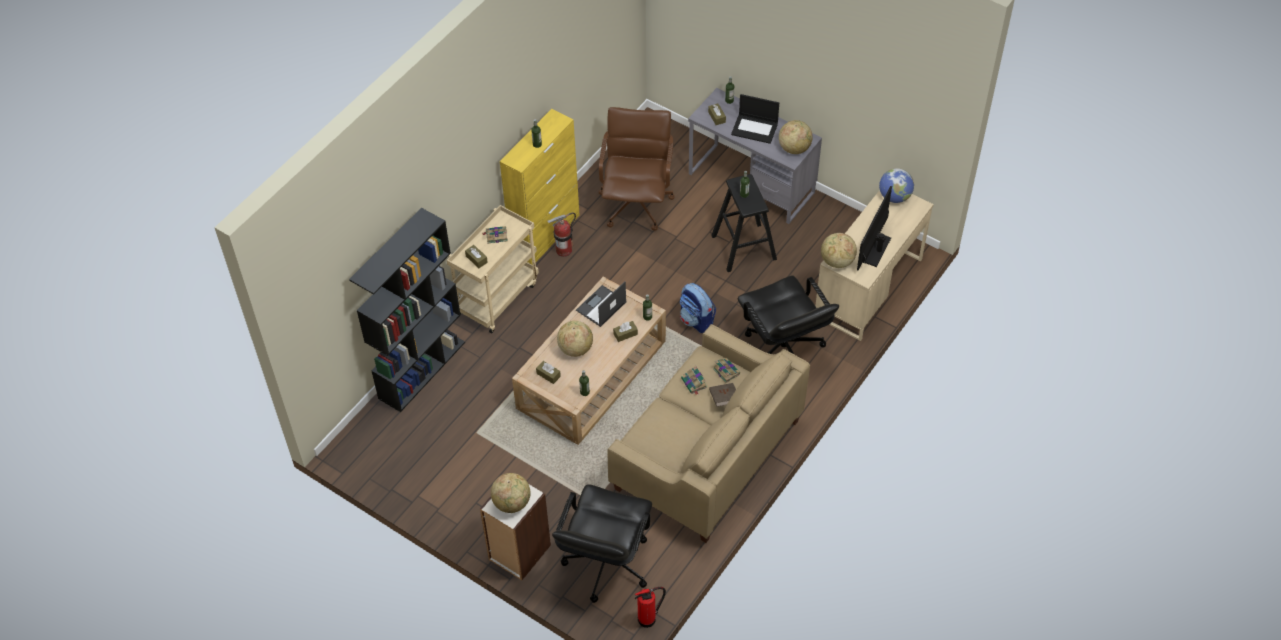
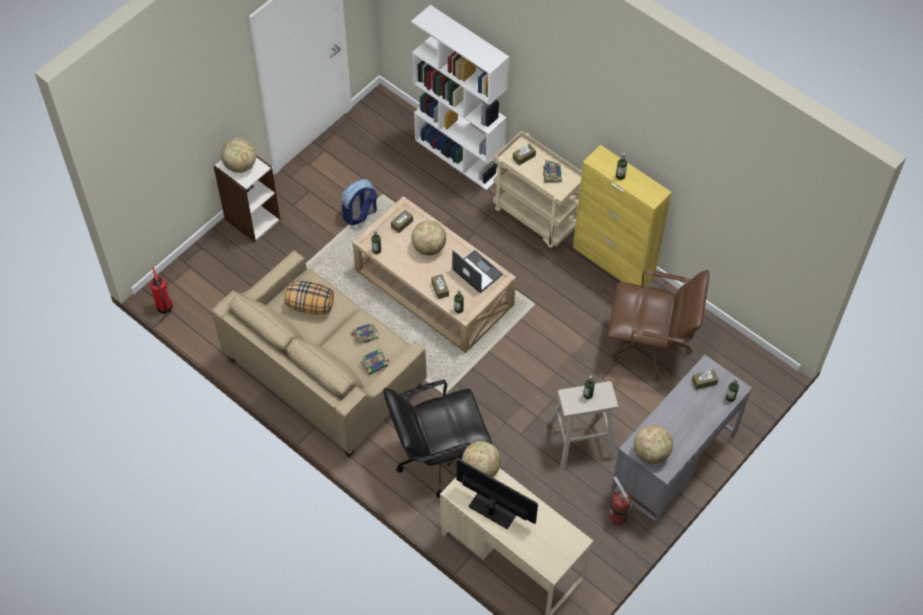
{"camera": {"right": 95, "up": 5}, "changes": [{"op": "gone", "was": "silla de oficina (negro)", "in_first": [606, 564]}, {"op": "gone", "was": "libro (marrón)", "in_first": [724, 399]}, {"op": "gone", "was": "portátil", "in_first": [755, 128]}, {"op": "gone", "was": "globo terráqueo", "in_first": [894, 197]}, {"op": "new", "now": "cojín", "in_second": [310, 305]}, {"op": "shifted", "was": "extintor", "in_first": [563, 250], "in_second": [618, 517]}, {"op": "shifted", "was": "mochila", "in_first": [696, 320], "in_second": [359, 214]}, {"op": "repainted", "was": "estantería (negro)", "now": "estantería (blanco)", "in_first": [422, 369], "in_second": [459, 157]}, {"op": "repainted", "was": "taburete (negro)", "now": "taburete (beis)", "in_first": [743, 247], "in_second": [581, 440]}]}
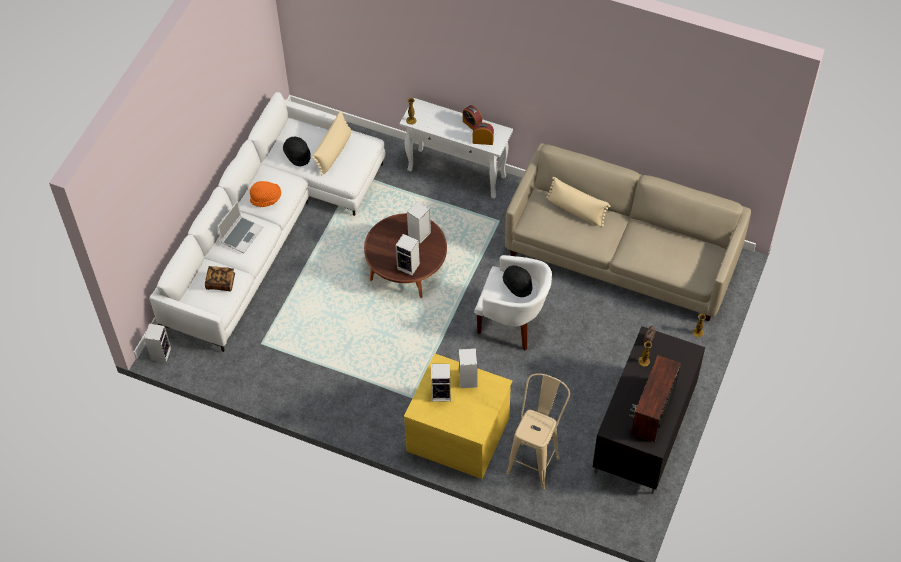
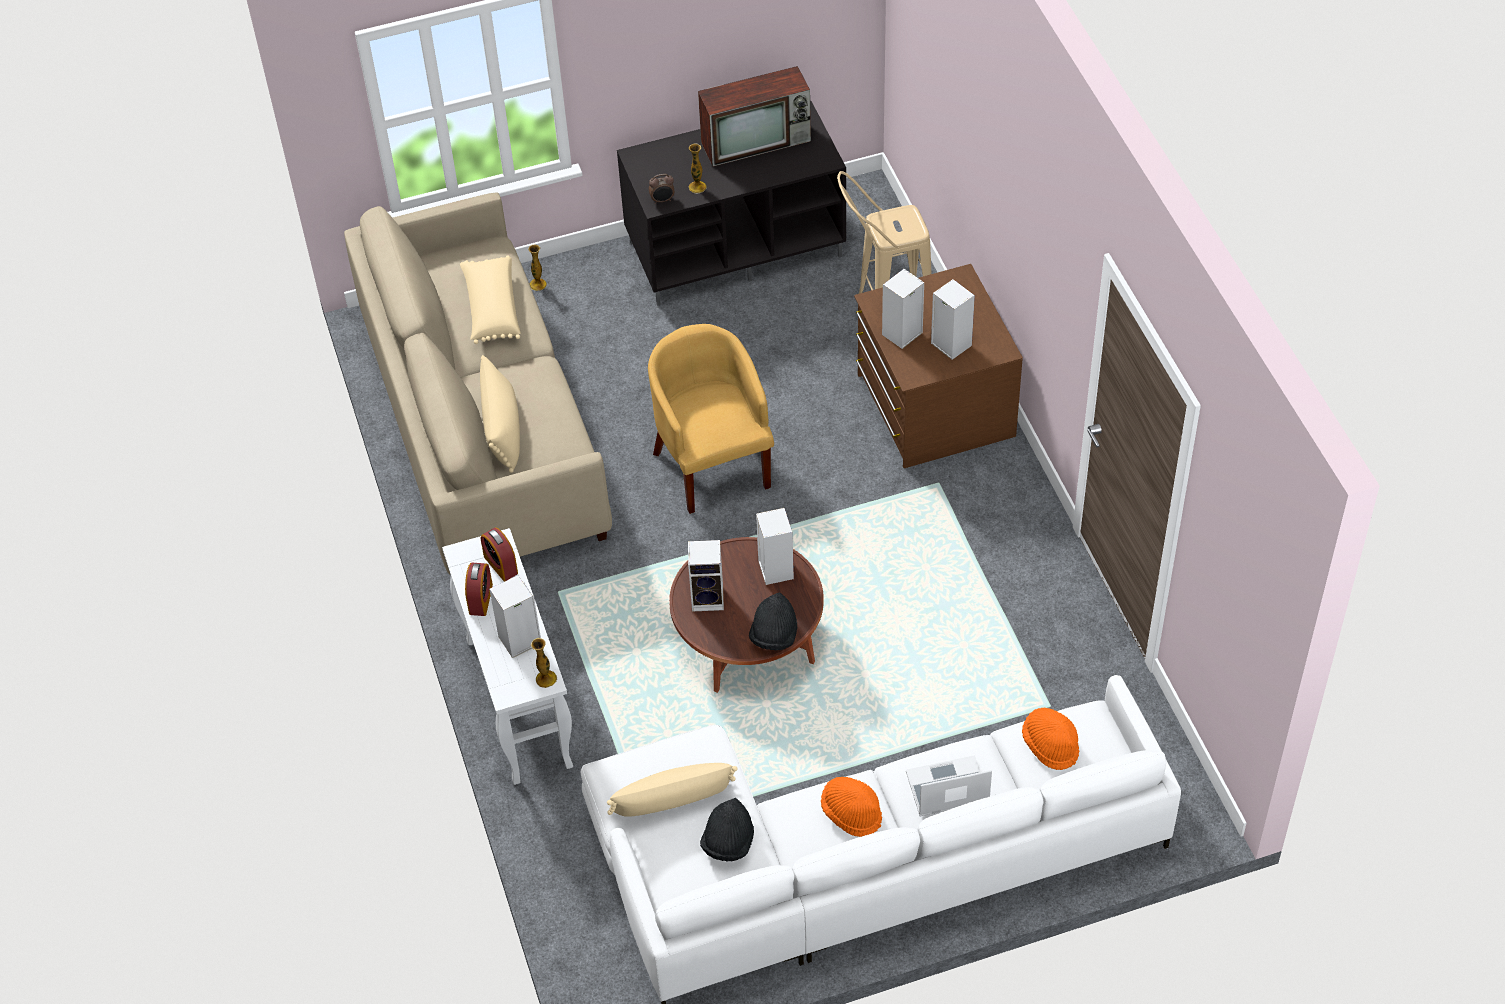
{"camera": {"right": -130, "up": -5}, "changes": [{"op": "new", "now": "cojín (beis)", "in_second": [491, 309]}, {"op": "shifted", "was": "altavoz", "in_first": [161, 353], "in_second": [519, 641]}, {"op": "shifted", "was": "sombrero (negro)", "in_first": [517, 284], "in_second": [774, 635]}, {"op": "swapped", "was": "libro", "now": "sombrero (naranja)", "in_first": [220, 282], "in_second": [1050, 745]}, {"op": "repainted", "was": "cómoda (amarillo)", "now": "cómoda (marrón)", "in_first": [459, 433], "in_second": [933, 406]}, {"op": "repainted", "was": "sillón (blanco)", "now": "sillón (amarillo)", "in_first": [513, 321], "in_second": [712, 464]}]}
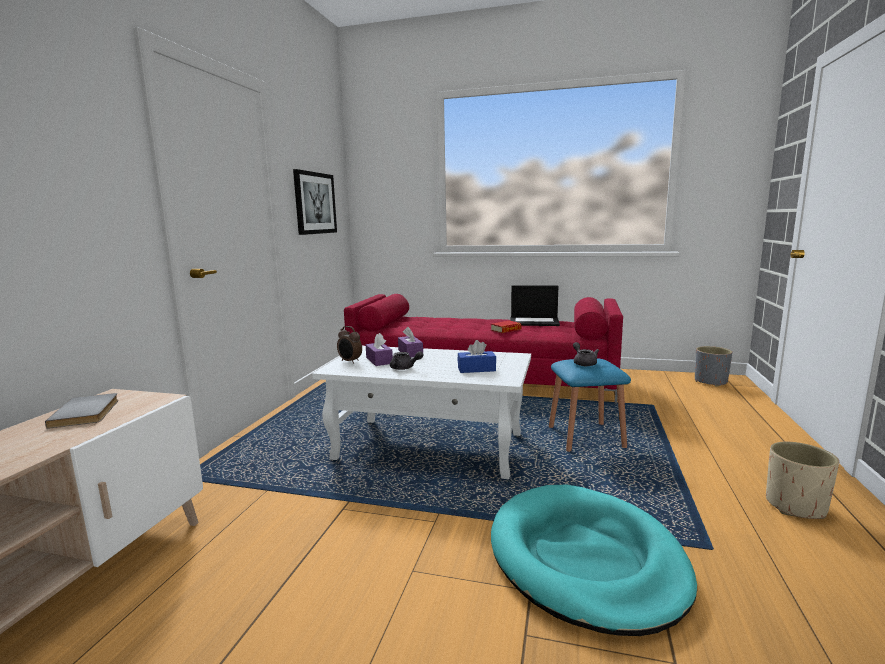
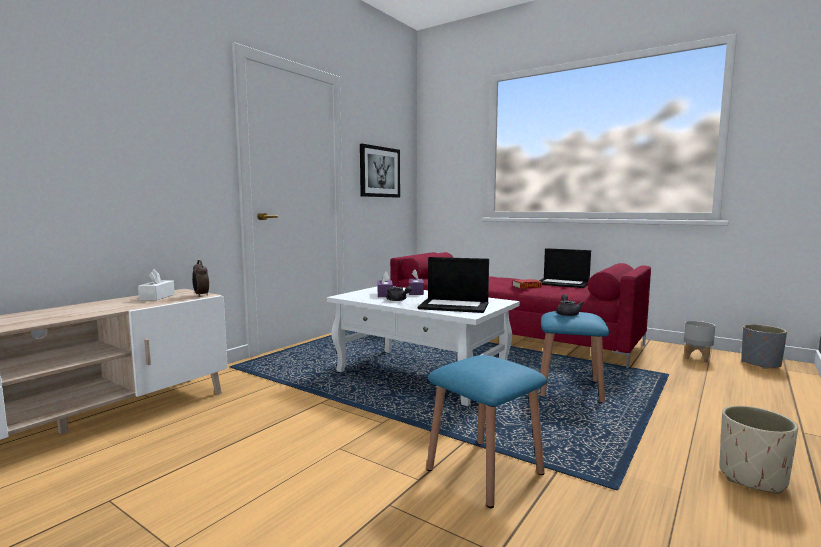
{"camera": {"right": 20, "up": -5}, "changes": [{"op": "new", "now": "maceta (gris)", "in_second": [697, 358]}, {"op": "shifted", "was": "despertador", "in_first": [350, 361], "in_second": [201, 295]}, {"op": "swapped", "was": "libro (gris)", "now": "caja de pañuelos (blanco)", "in_first": [88, 412], "in_second": [157, 297]}, {"op": "swapped", "was": "caja de pañuelos (azul)", "now": "portátil", "in_first": [476, 369], "in_second": [455, 306]}, {"op": "swapped", "was": "cama para perro (turquesa)", "now": "taburete (azul)", "in_first": [585, 560], "in_second": [484, 471]}]}
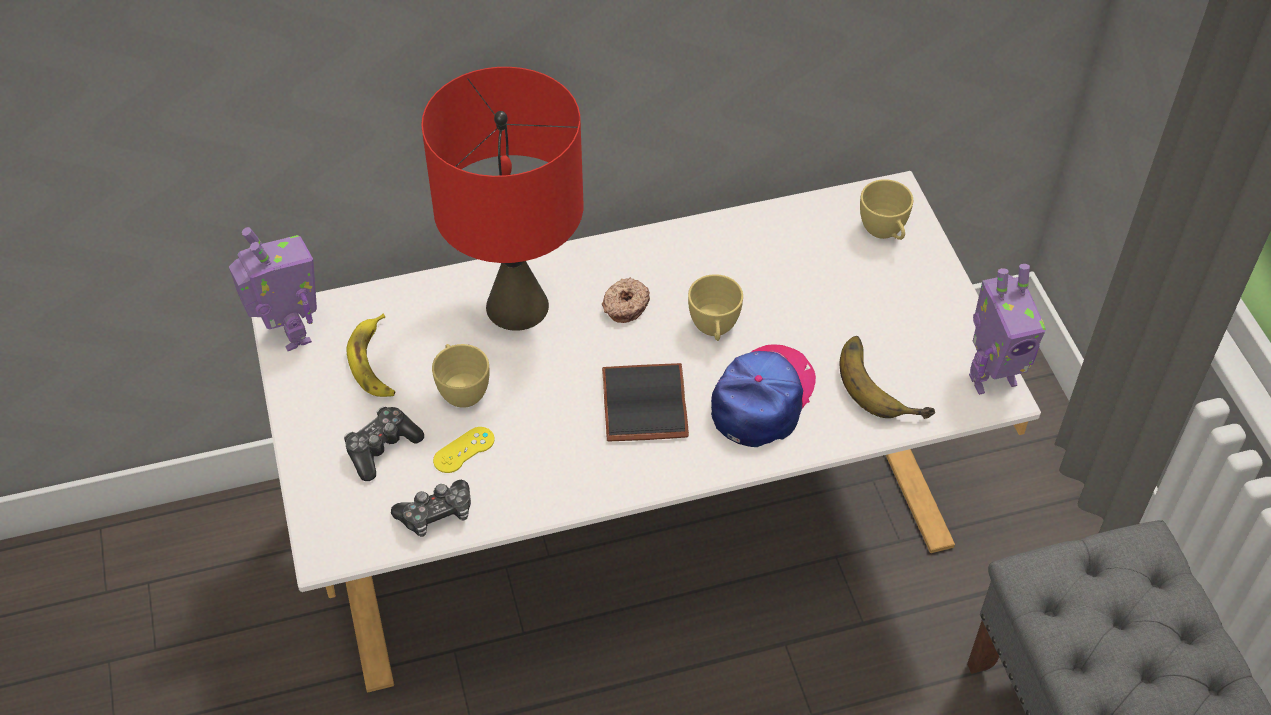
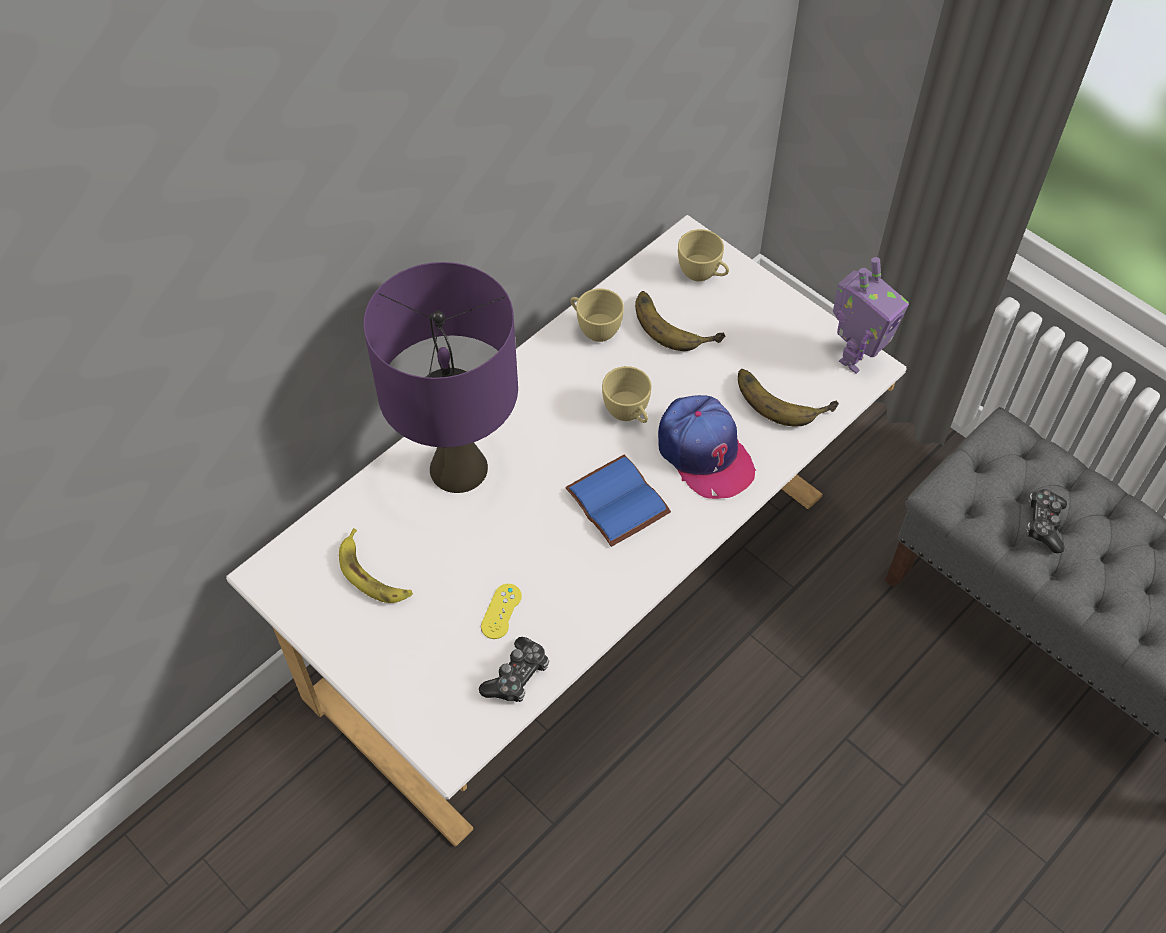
{"camera": {"right": -30, "up": 5}, "changes": [{"op": "gone", "was": "robot de juguete", "in_first": [289, 334]}, {"op": "gone", "was": "rosquilla", "in_first": [625, 305]}, {"op": "new", "now": "plátano", "in_second": [676, 322]}, {"op": "shifted", "was": "mando de consola", "in_first": [381, 448], "in_second": [1044, 524]}, {"op": "shifted", "was": "taza (amarillo)", "in_first": [461, 390], "in_second": [594, 329]}, {"op": "repainted", "was": "lámpara de mesa (rojo)", "now": "lámpara de mesa (morado)", "in_first": [516, 306], "in_second": [457, 468]}, {"op": "repainted", "was": "libro (negro)", "now": "libro (azul)", "in_first": [647, 405], "in_second": [620, 501]}, {"op": "rotated", "was": "gorra", "in_first": [763, 398], "in_second": [704, 453], "clockwise": 150}]}
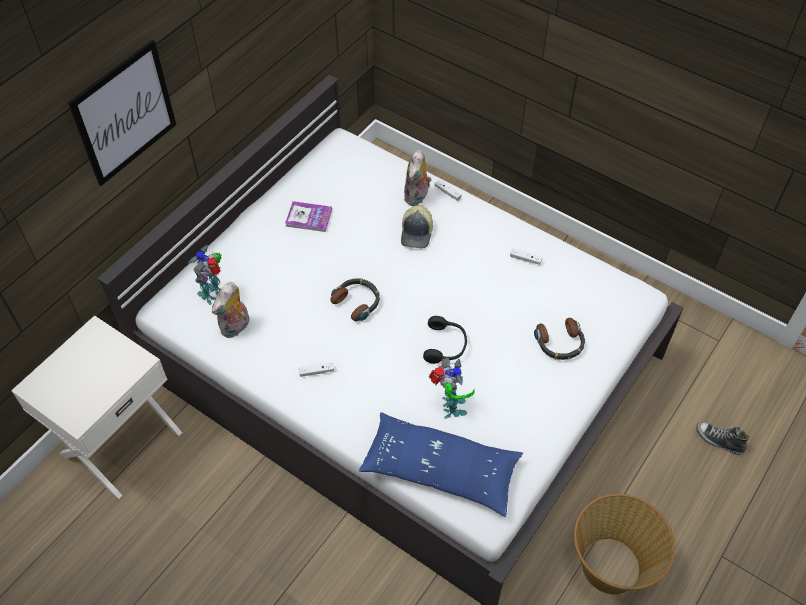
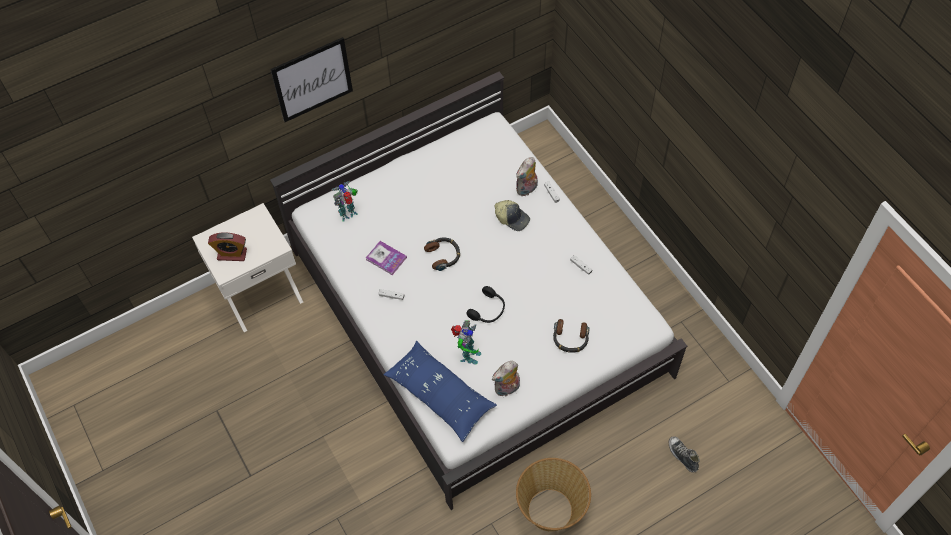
{"camera": {"right": 25, "up": 5}, "changes": [{"op": "new", "now": "despertador", "in_second": [232, 254]}, {"op": "shifted", "was": "peluche", "in_first": [236, 328], "in_second": [507, 389]}, {"op": "shifted", "was": "libro", "in_first": [309, 217], "in_second": [386, 258]}, {"op": "rotated", "was": "gorra", "in_first": [417, 233], "in_second": [512, 218], "clockwise": -90}]}
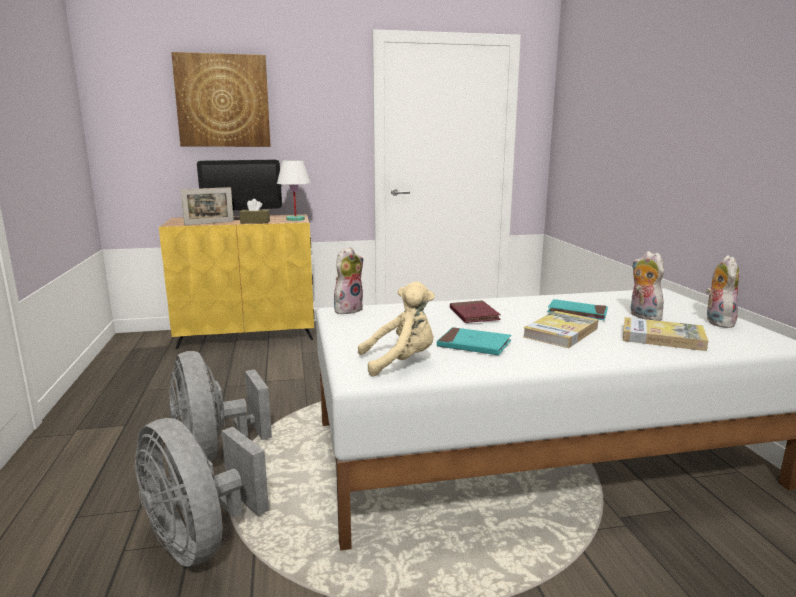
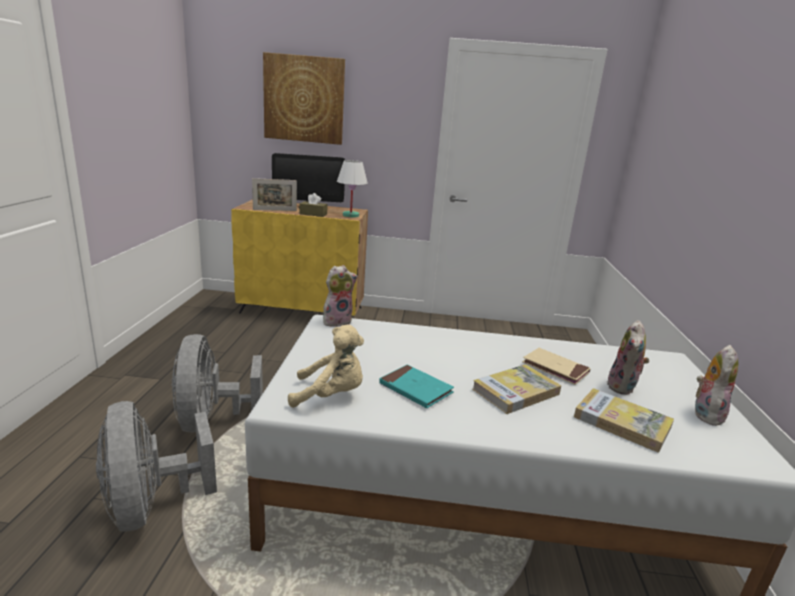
{"camera": {"right": 15, "up": 5}, "changes": [{"op": "gone", "was": "libro (rojo)", "in_first": [474, 315]}, {"op": "repainted", "was": "libro (turquesa)", "now": "libro (beis)", "in_first": [577, 312], "in_second": [555, 368]}, {"op": "rotated", "was": "peluche", "in_first": [642, 316], "in_second": [623, 387], "clockwise": -150}]}
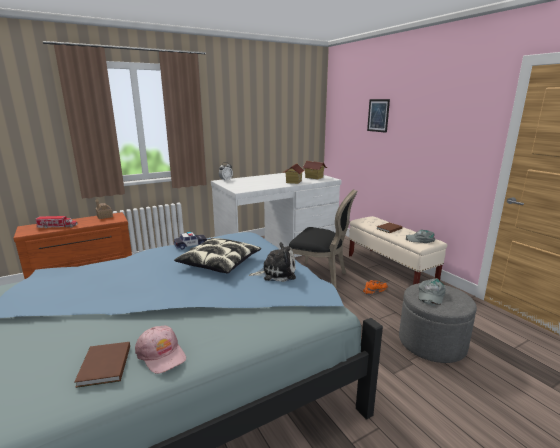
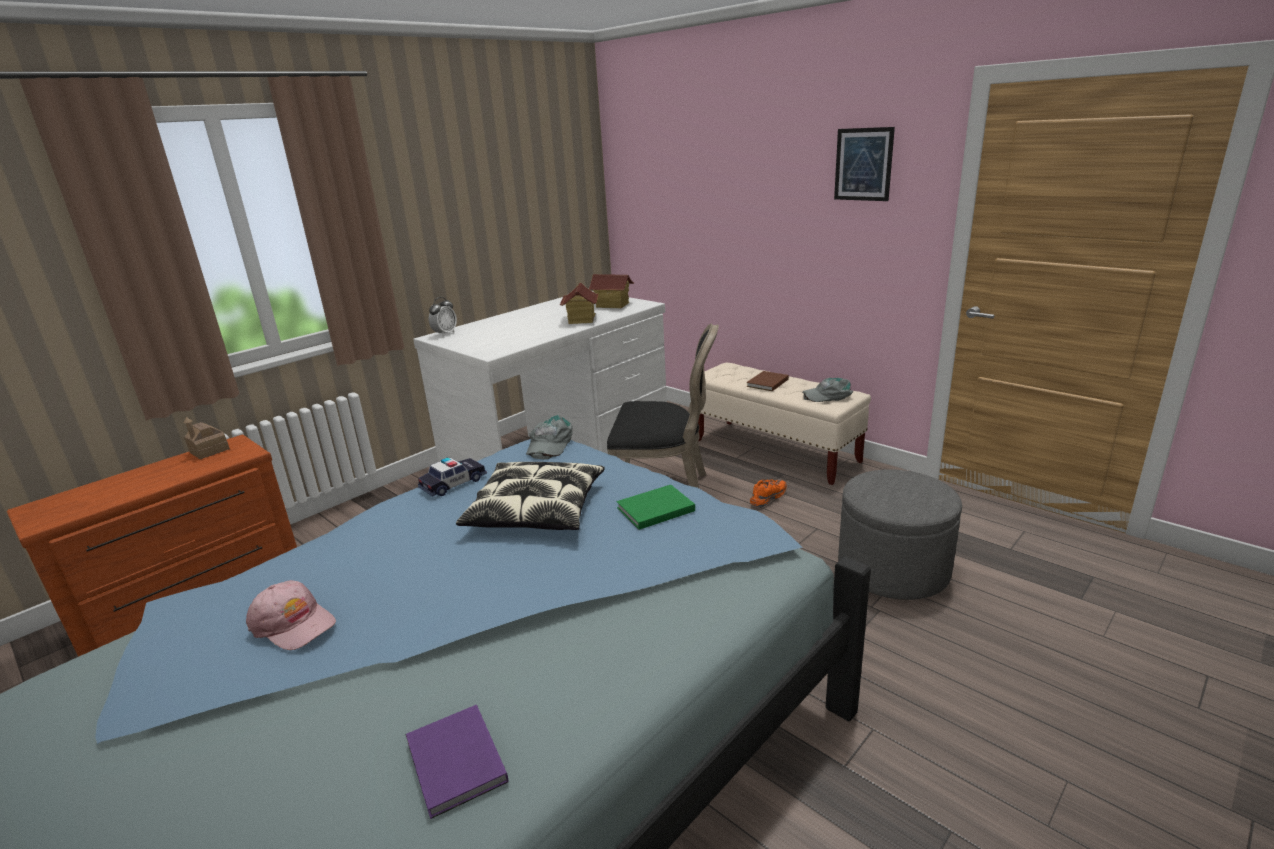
{"camera": {"right": -15, "up": 5}, "changes": [{"op": "gone", "was": "camión de juguete", "in_first": [57, 226]}, {"op": "shifted", "was": "gorra (rosa)", "in_first": [161, 354], "in_second": [293, 624]}, {"op": "shifted", "was": "cuadro", "in_first": [378, 115], "in_second": [863, 164]}, {"op": "shifted", "was": "gorra (gris)", "in_first": [430, 295], "in_second": [549, 444]}, {"op": "swapped", "was": "peluche", "now": "libro (verde)", "in_first": [276, 273], "in_second": [653, 509]}, {"op": "repainted", "was": "libro (marrón)", "now": "libro (morado)", "in_first": [103, 366], "in_second": [455, 765]}]}
